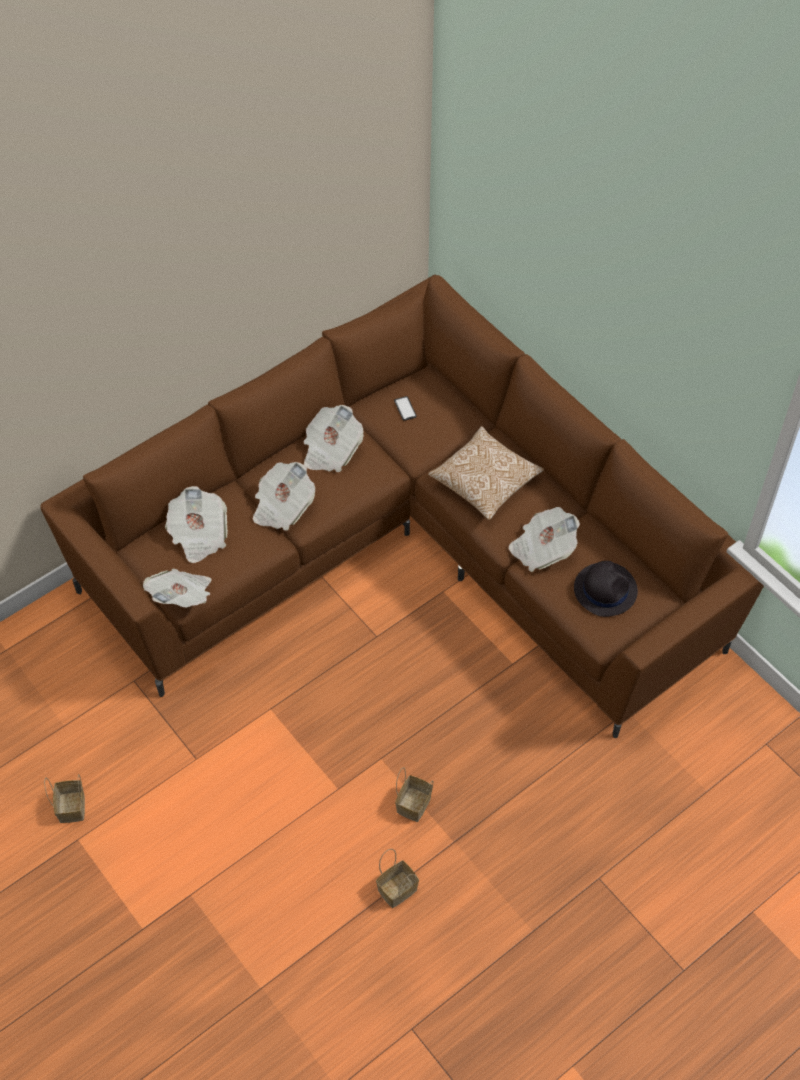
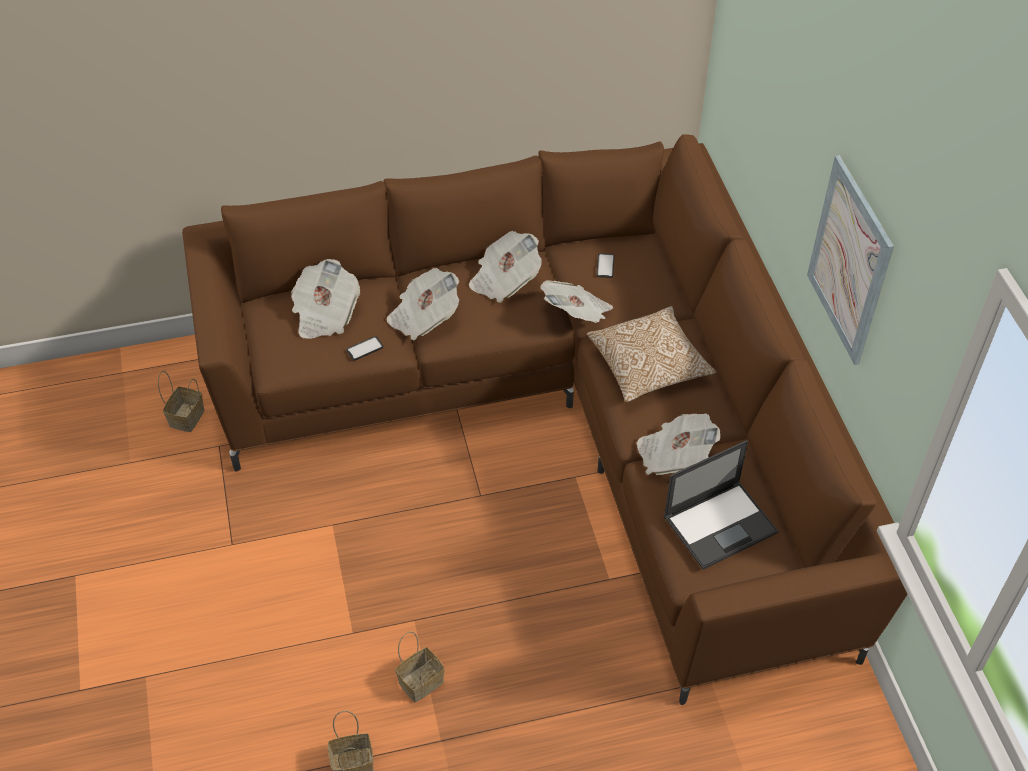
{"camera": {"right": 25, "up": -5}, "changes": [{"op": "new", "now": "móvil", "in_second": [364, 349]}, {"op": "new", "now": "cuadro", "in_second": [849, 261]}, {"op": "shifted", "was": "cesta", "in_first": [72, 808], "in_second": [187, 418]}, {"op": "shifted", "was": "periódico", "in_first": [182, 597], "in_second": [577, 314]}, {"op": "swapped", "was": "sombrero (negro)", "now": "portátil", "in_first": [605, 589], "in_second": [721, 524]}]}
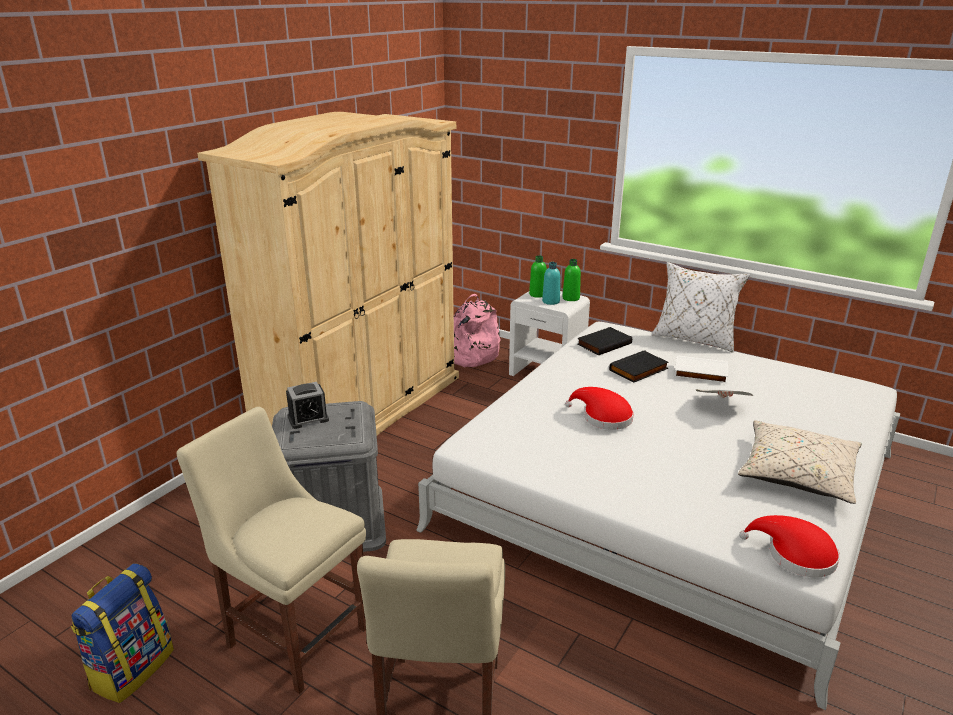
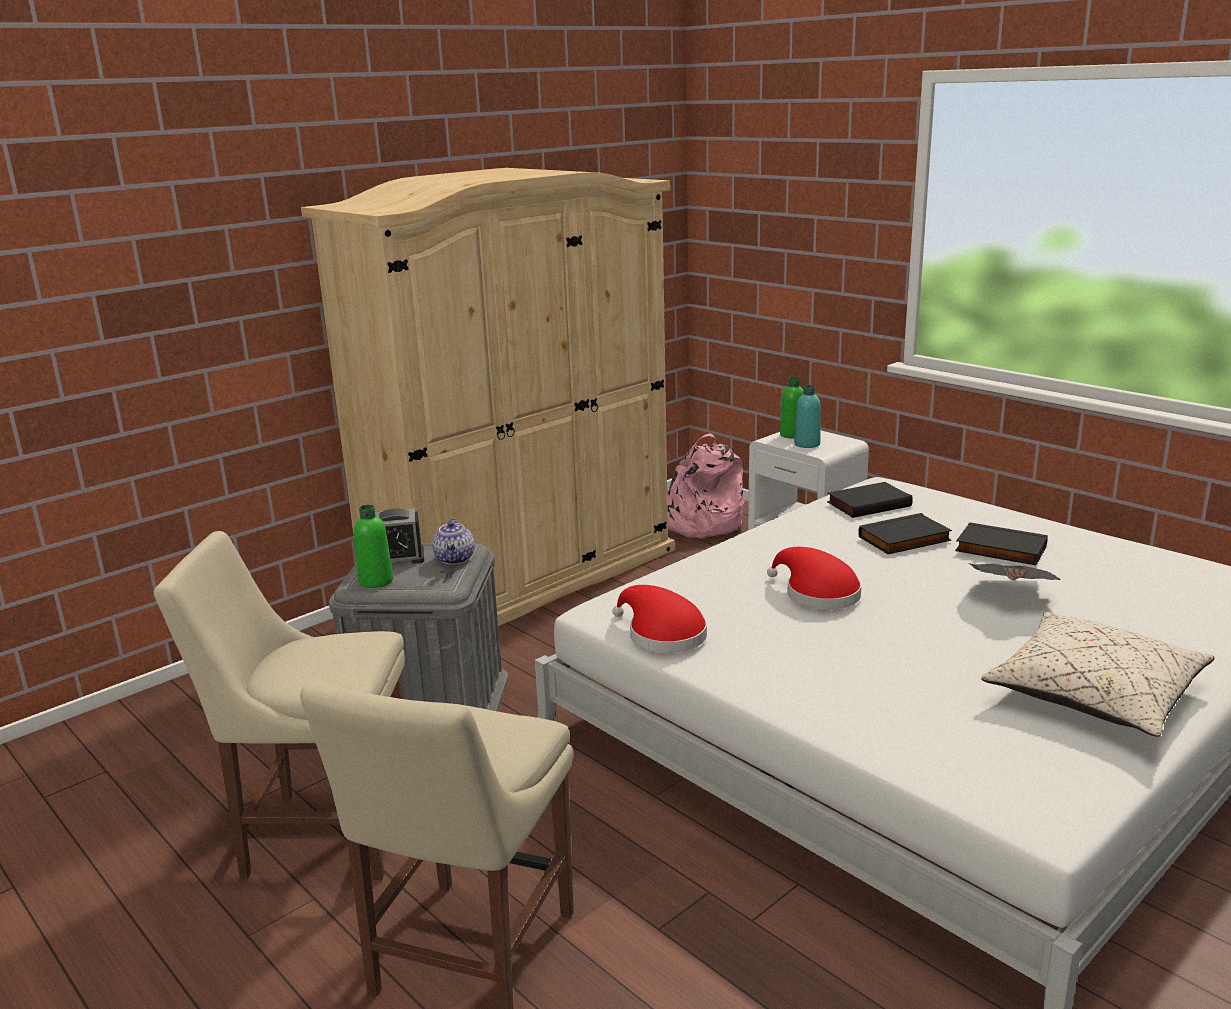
{"camera": {"right": 15, "up": -5}, "changes": [{"op": "gone", "was": "mochila", "in_first": [132, 668]}, {"op": "gone", "was": "cojín (blanco)", "in_first": [694, 339]}, {"op": "new", "now": "tetera", "in_second": [455, 559]}, {"op": "shifted", "was": "botella (verde)", "in_first": [571, 298], "in_second": [376, 581]}, {"op": "shifted", "was": "sombrero (rojo)", "in_first": [795, 555], "in_second": [662, 634]}, {"op": "repainted", "was": "libro (blanco)", "now": "libro (negro)", "in_first": [700, 373], "in_second": [999, 549]}, {"op": "rotated", "was": "silla (beis)", "in_first": [293, 633], "in_second": [321, 834], "clockwise": -45}]}
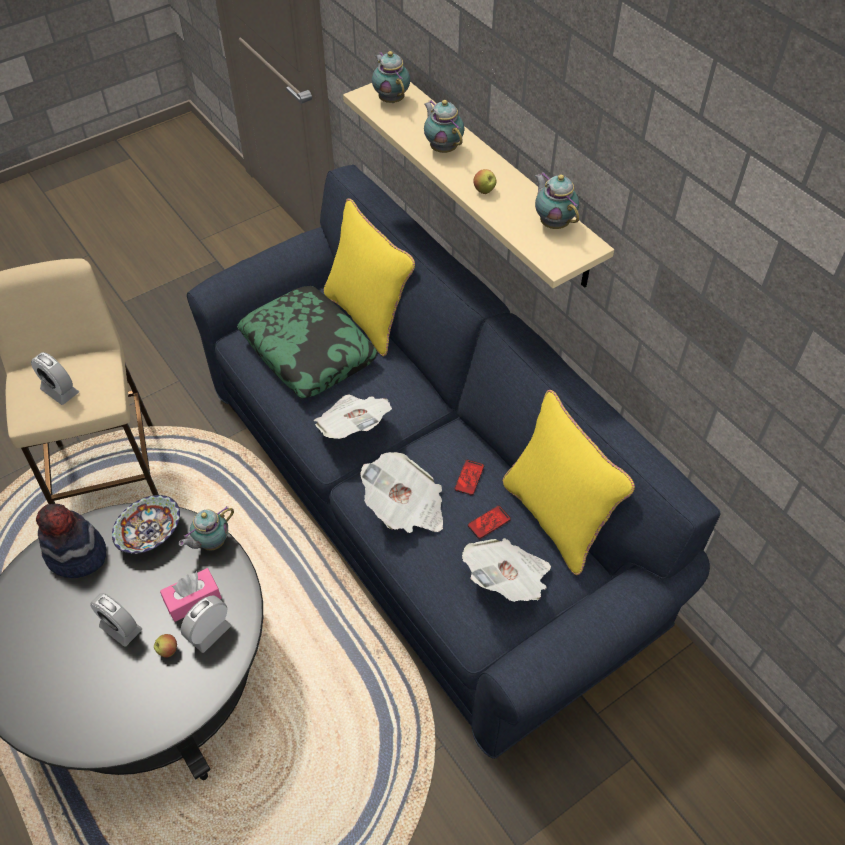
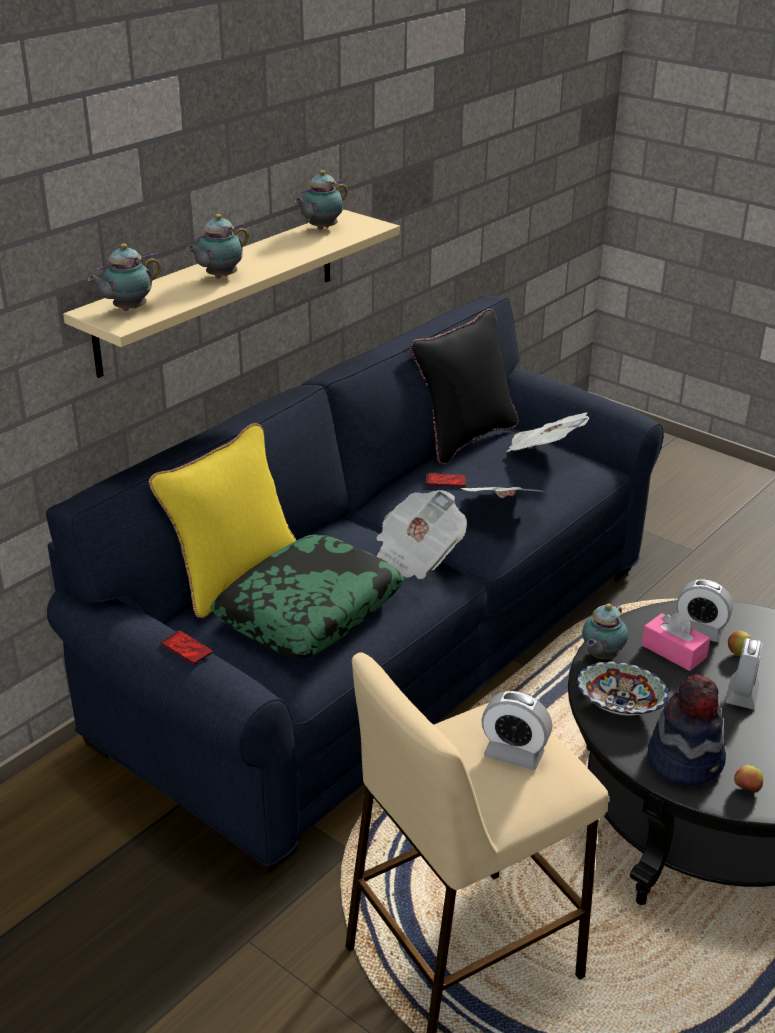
{"camera": {"right": -105, "up": -20}, "changes": [{"op": "shifted", "was": "móvil", "in_first": [489, 522], "in_second": [186, 648]}, {"op": "shifted", "was": "manzana", "in_first": [484, 191], "in_second": [746, 790]}, {"op": "repainted", "was": "cojín (amarillo)", "now": "cojín (negro)", "in_first": [555, 518], "in_second": [464, 438]}, {"op": "rotated", "was": "despertador", "in_first": [60, 391], "in_second": [514, 754], "clockwise": 90}, {"op": "rotated", "was": "tetera", "in_first": [211, 543], "in_second": [600, 656], "clockwise": 90}]}
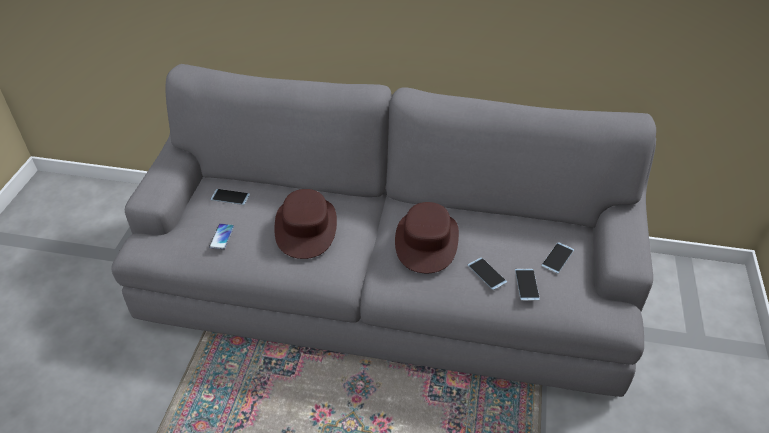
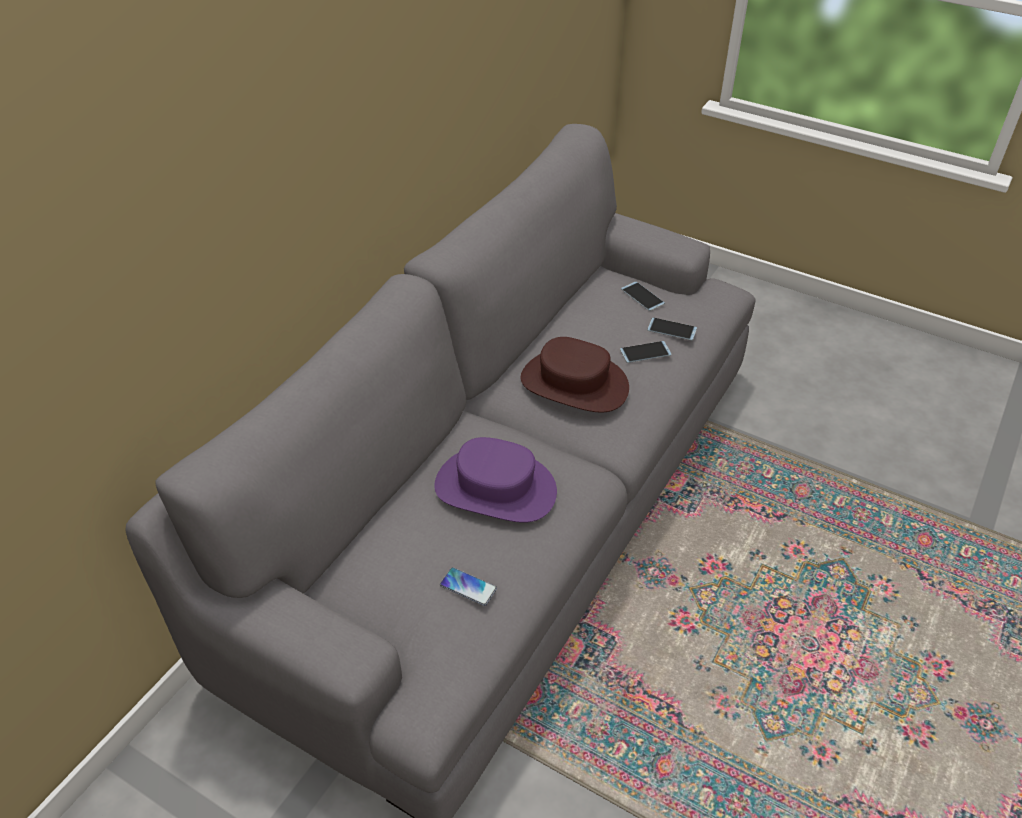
{"camera": {"right": -70, "up": 0}, "changes": [{"op": "gone", "was": "móvil", "in_first": [230, 197]}, {"op": "repainted", "was": "sombrero (marrón)", "now": "sombrero (morado)", "in_first": [306, 227], "in_second": [495, 488]}]}
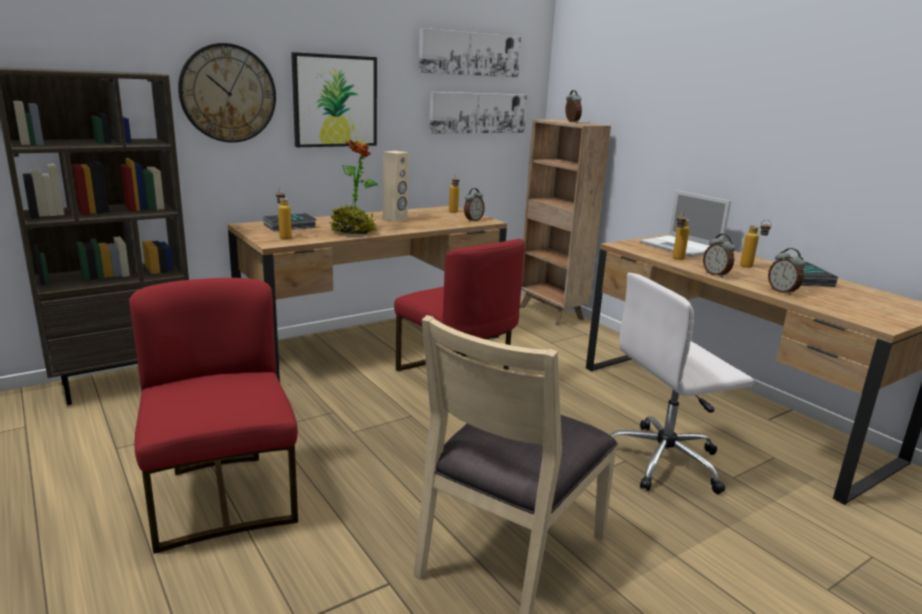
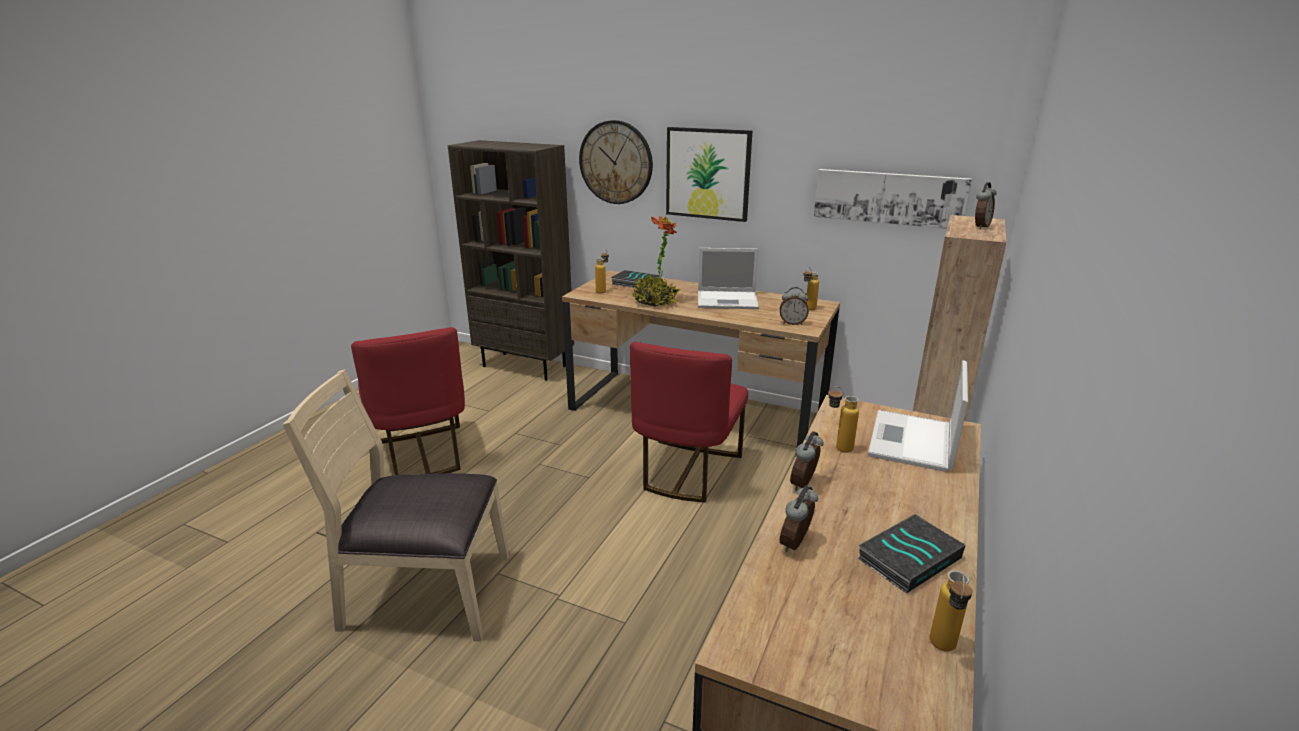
{"camera": {"right": 60, "up": 5}, "changes": [{"op": "gone", "was": "cuadro", "in_first": [470, 54]}, {"op": "gone", "was": "silla de oficina (blanco)", "in_first": [665, 460]}, {"op": "shifted", "was": "botella", "in_first": [751, 267], "in_second": [942, 651]}, {"op": "swapped", "was": "altavoz (beis)", "now": "portátil", "in_first": [395, 219], "in_second": [728, 300]}, {"op": "rotated", "was": "silla (rojo)", "in_first": [223, 497], "in_second": [422, 455], "clockwise": 120}]}
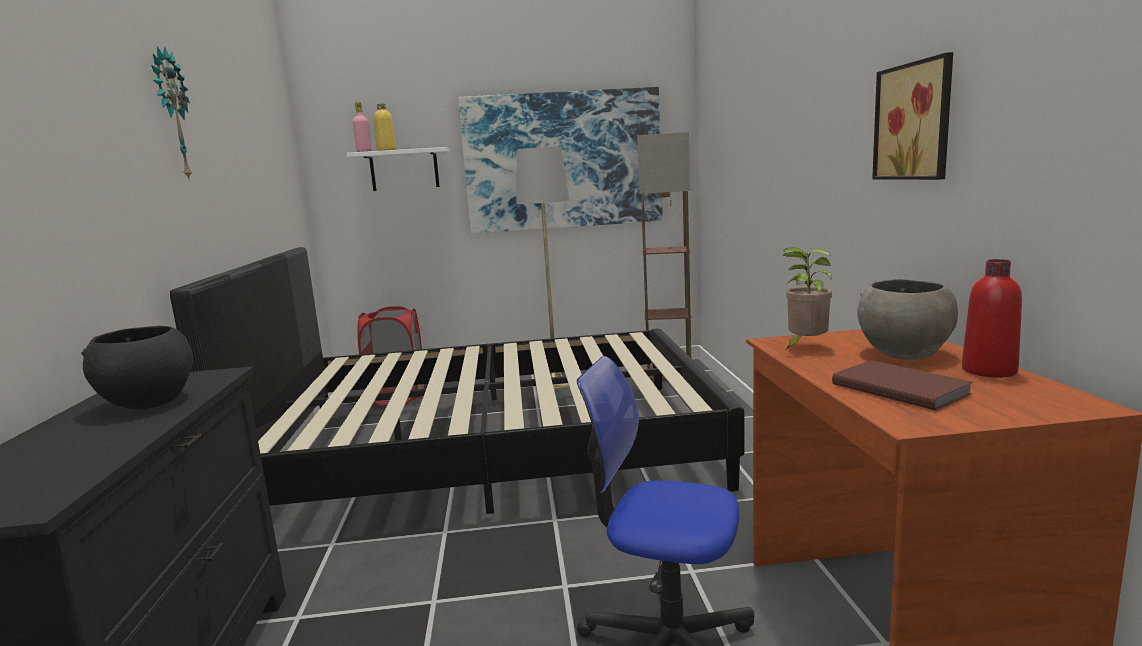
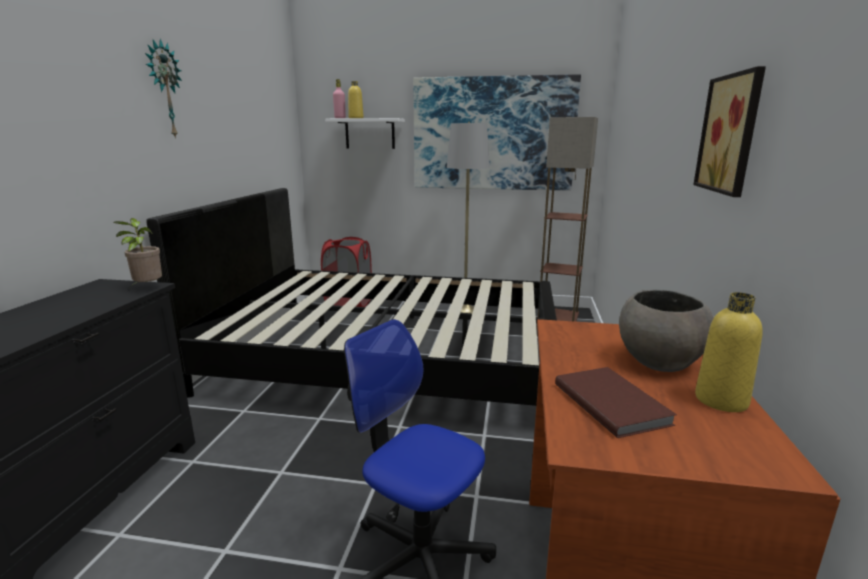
{"camera": {"right": 15, "up": 5}, "changes": [{"op": "gone", "was": "cuenco (negro)", "in_first": [148, 402]}, {"op": "shifted", "was": "planta en maceta", "in_first": [804, 346], "in_second": [147, 288]}, {"op": "repainted", "was": "botella (rojo)", "now": "botella (amarillo)", "in_first": [989, 371], "in_second": [721, 400]}]}
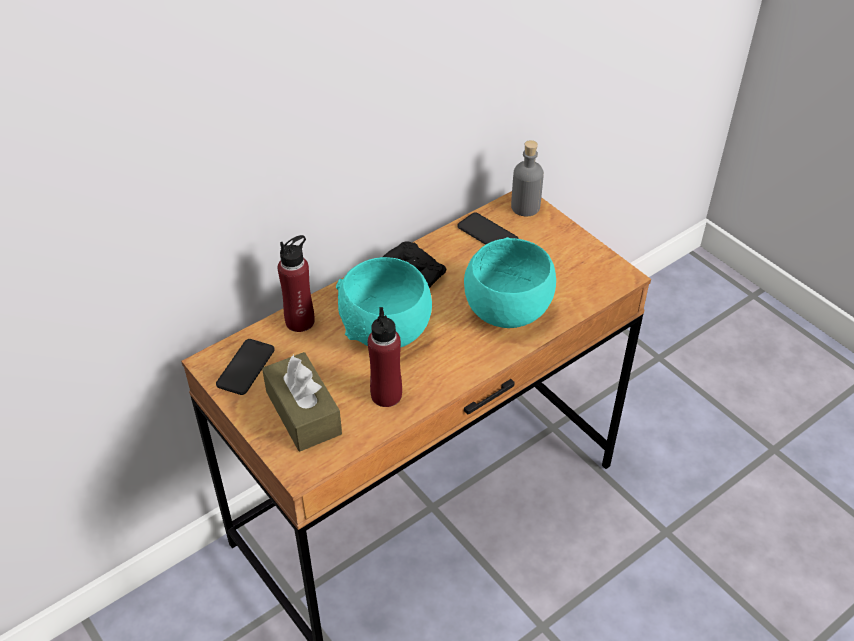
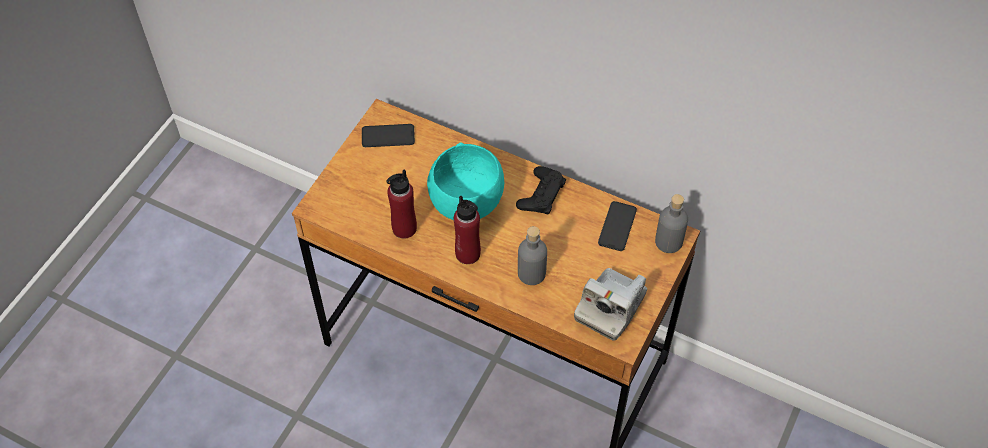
{"camera": {"right": 65, "up": 10}, "changes": [{"op": "gone", "was": "caja de pañuelos (marrón)", "in_first": [303, 413]}, {"op": "new", "now": "cámara", "in_second": [610, 307]}, {"op": "shifted", "was": "botella (rojo)", "in_first": [300, 321], "in_second": [468, 254]}, {"op": "swapped", "was": "cuenco (turquesa)", "now": "botella (gris)", "in_first": [507, 312], "in_second": [531, 273]}]}
